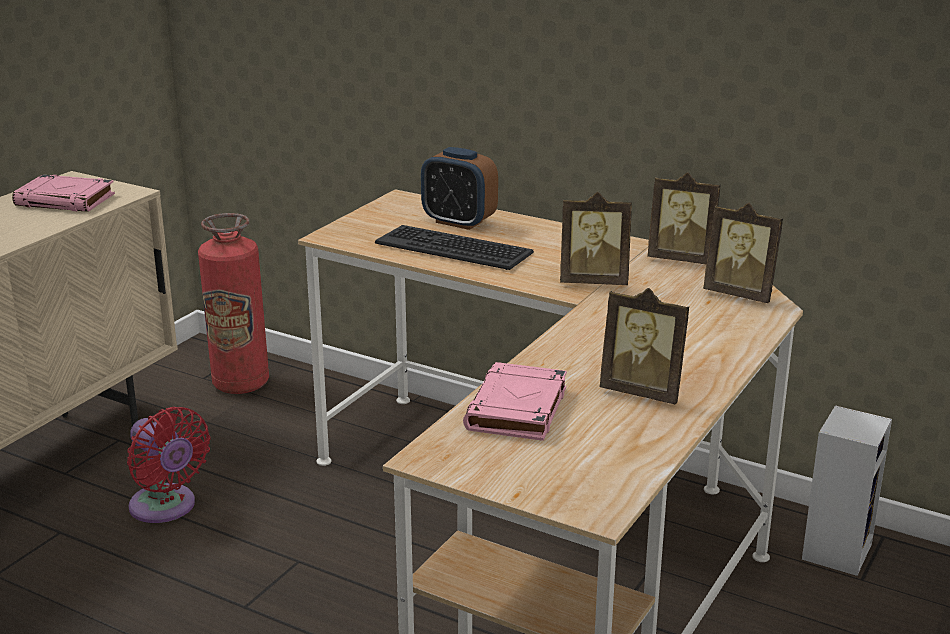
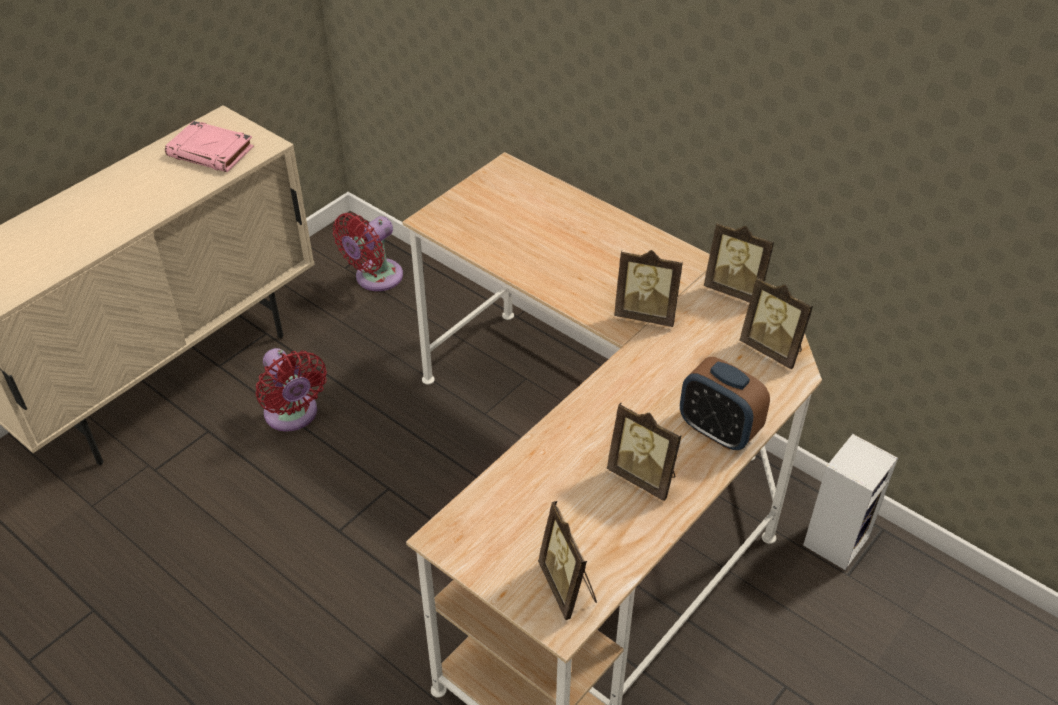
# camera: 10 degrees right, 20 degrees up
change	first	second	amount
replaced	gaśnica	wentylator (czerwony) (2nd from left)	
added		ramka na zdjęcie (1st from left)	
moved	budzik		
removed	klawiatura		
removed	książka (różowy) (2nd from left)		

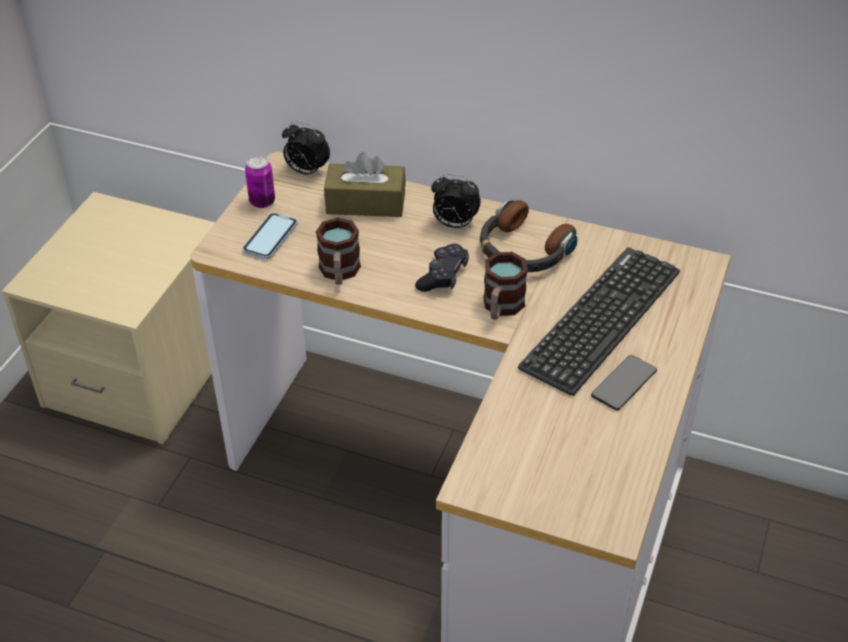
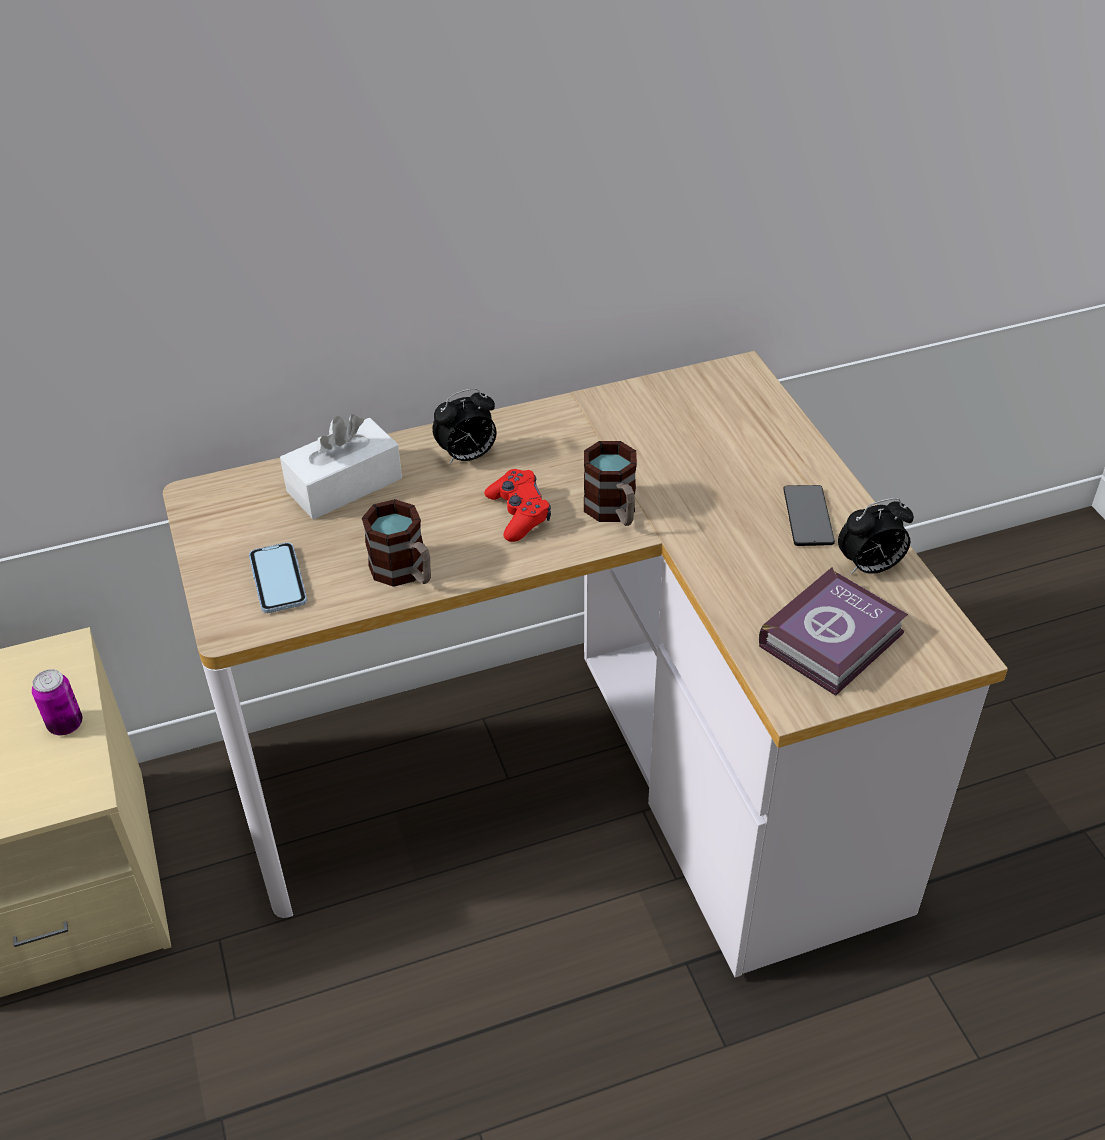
# camera: 40 degrees left, 0 degrees up
change	first	second	amount
moved	puszka		
recoloured	pudełko chusteczek (brązowy)	pudełko chusteczek (biały)	
recoloured	pad do gier (czarny)	pad do gier (czerwony)	
added		książka	
moved	budzik (1st from left in the first image)	budzik (2nd from left)	
removed	słuchawki		
removed	klawiatura		

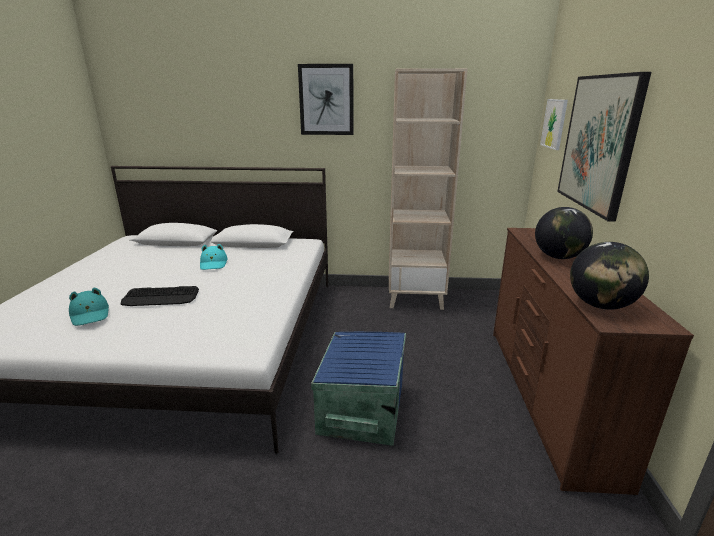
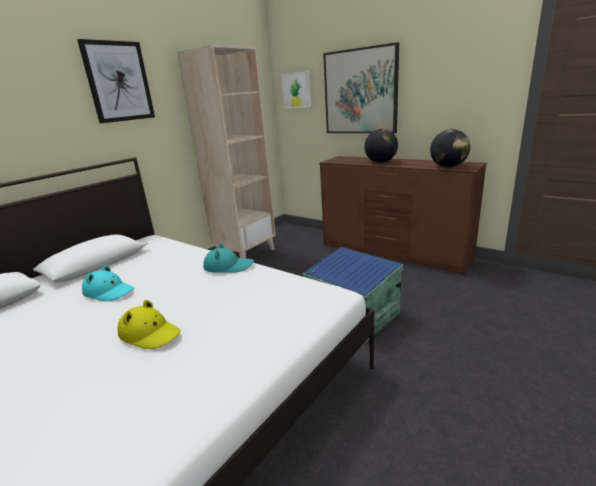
# camera: 55 degrees left, 0 degrees up
change	first	second	amount
replaced	klawiatura	kapelusz (żółty)	
moved	kapelusz (turkusowy) (1st from left in the first image)	kapelusz (turkusowy) (2nd from left)	

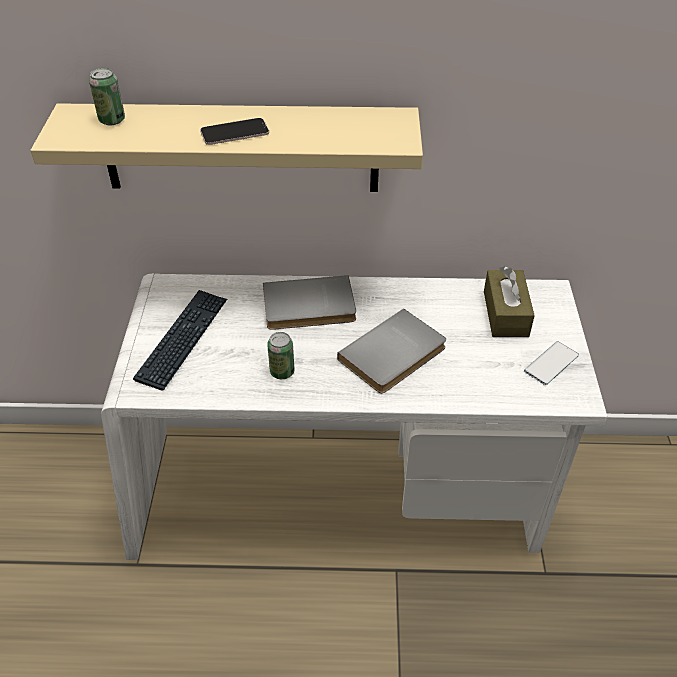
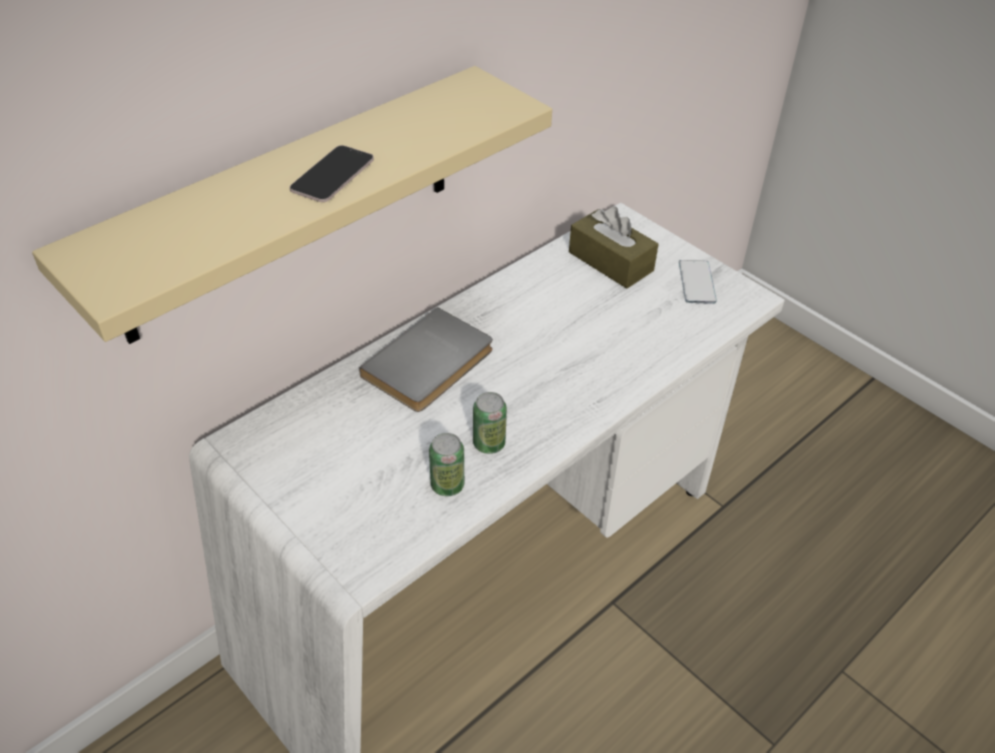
# camera: 45 degrees left, 0 degrees up
change	first	second	amount
moved	puszka (1st from left)		
removed	klawiatura		
removed	książka (szary) (2nd from left)		

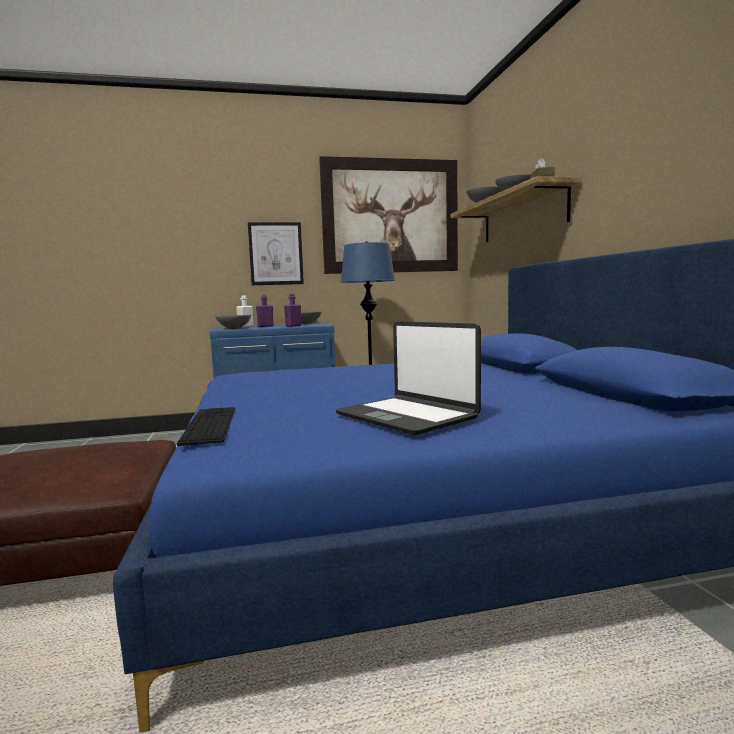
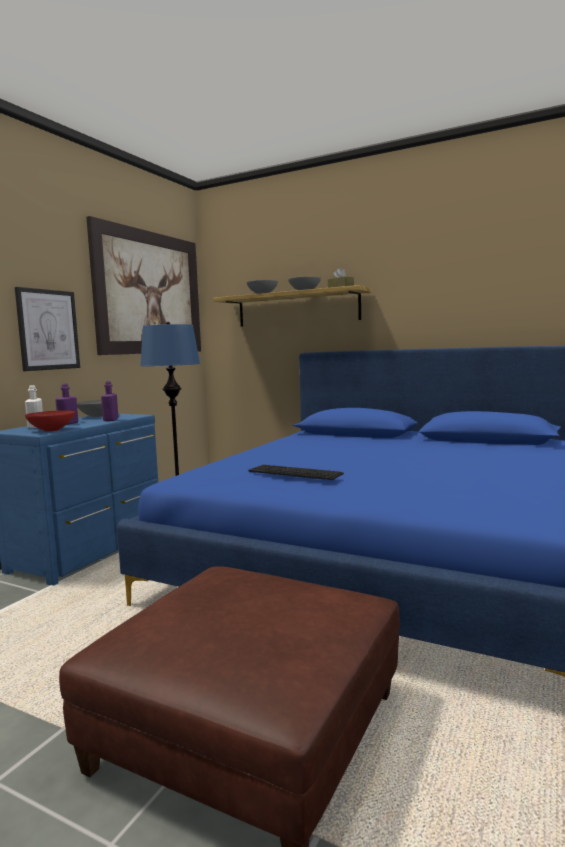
# camera: 50 degrees left, 0 degrees up
change	first	second	amount
recoloured	miska (szary) (1st from left)	miska (czerwony)	
moved	klawiatura		
removed	laptop		

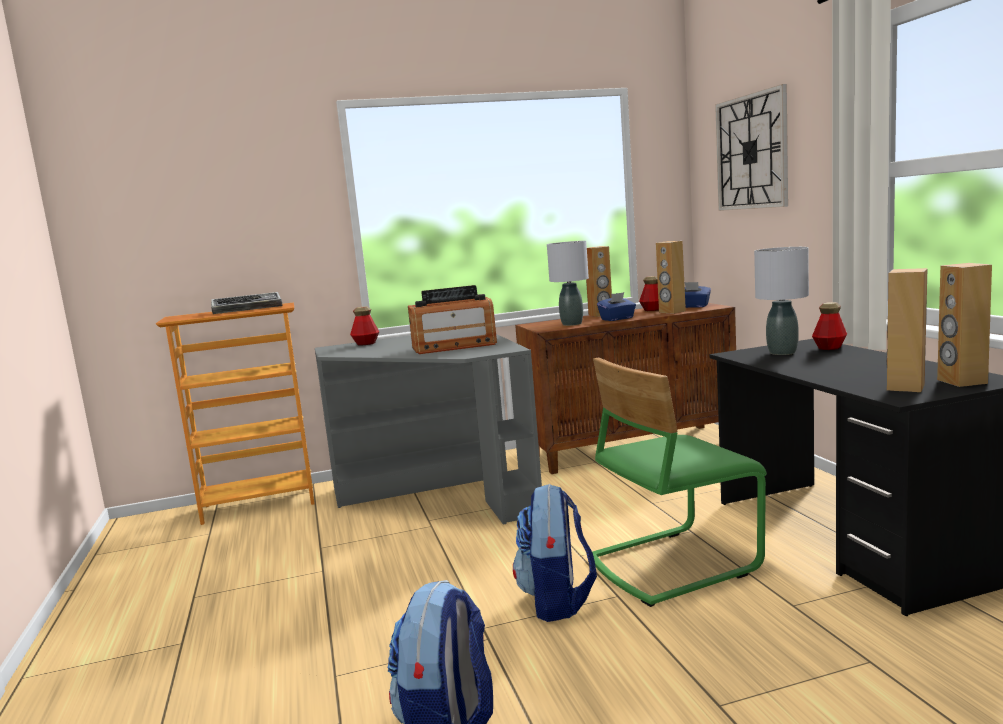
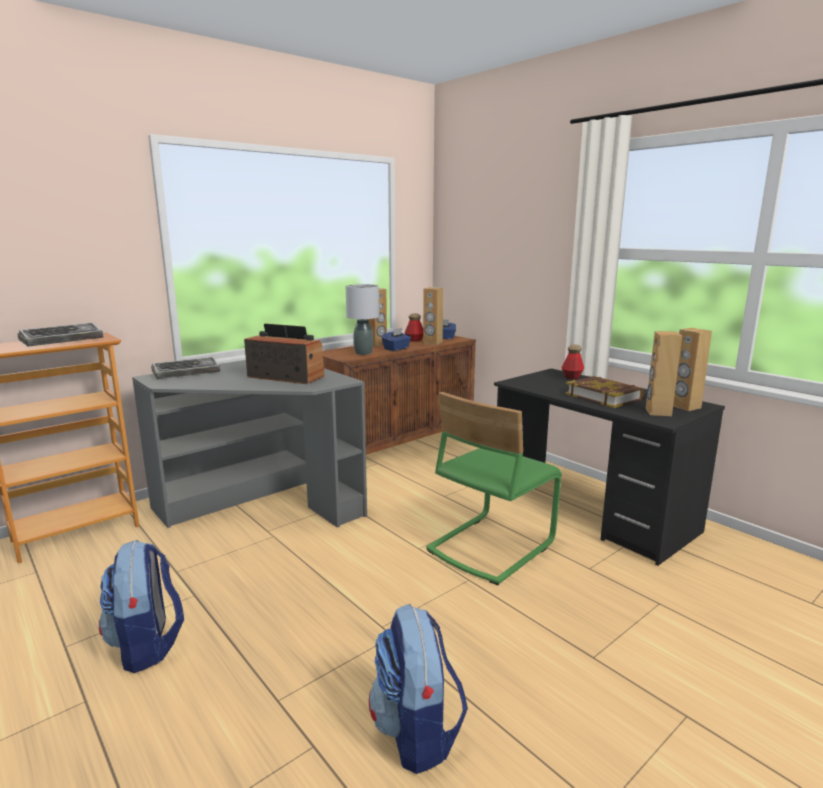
# camera: 25 degrees left, 5 degrees up
change	first	second	amount
moved	plecak (2nd from left in the first image)	plecak (1st from left)	
replaced	butelka (1st from left)	klawiatura (2nd from left)	
turned	radio		120 degrees counterclockwise
added		książka	
removed	zegar ścienny		
removed	lampa stołowa (szary) (2nd from left)		

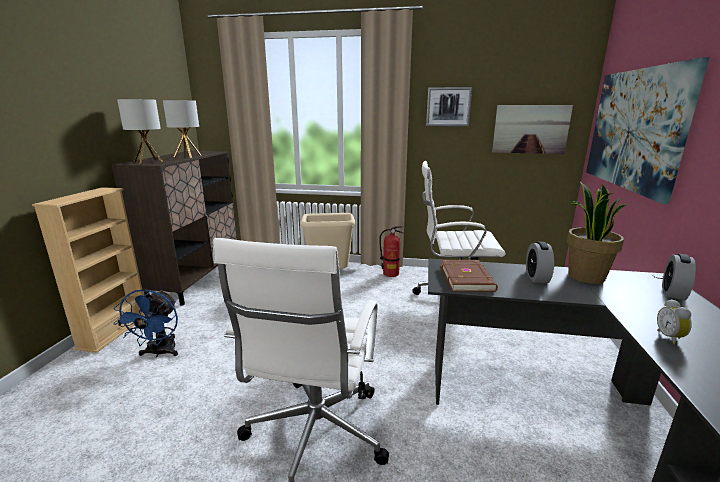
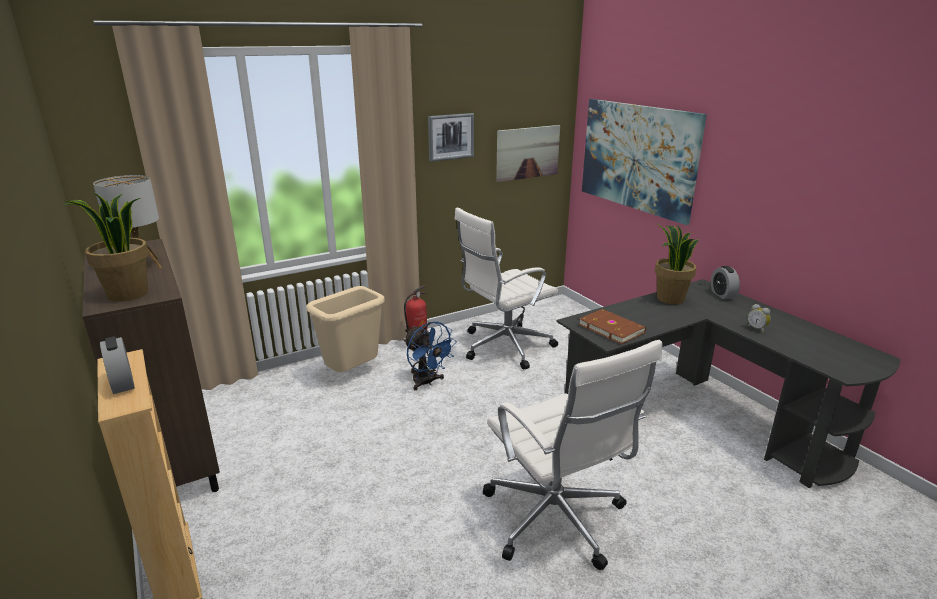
# camera: 40 degrees left, 5 degrees up
change	first	second	amount
replaced	lampa stołowa (1st from left)	roślina doniczkowa (1st from left)	
moved	budzik (1st from left)		
moved	wentylator (niebieski)		

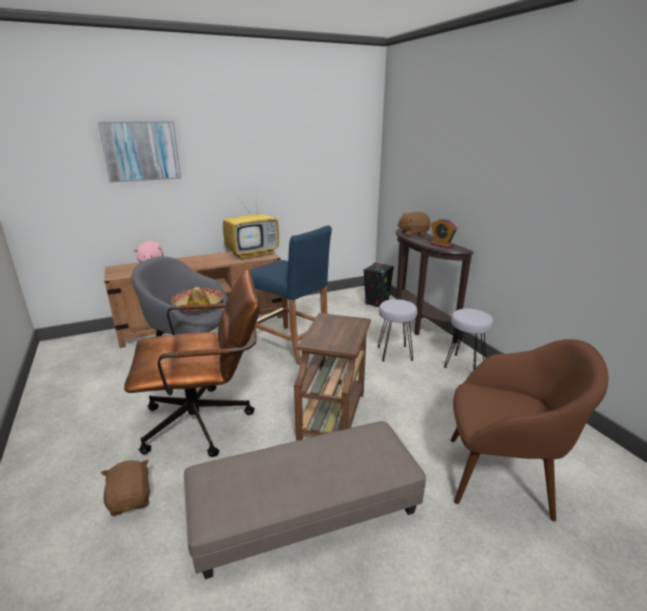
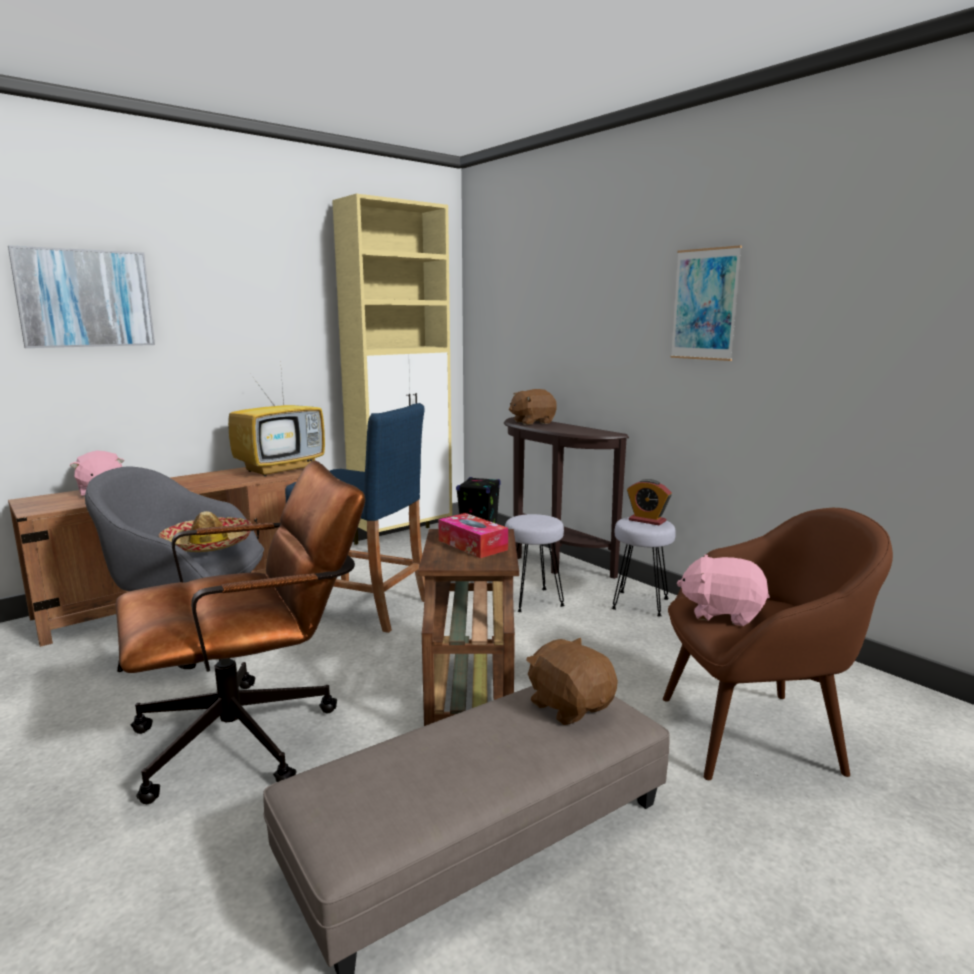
# camera: 15 degrees left, 10 degrees down
change	first	second	amount
added		szafka (beżowy)	
added		pudełko chusteczek	
moved	pluszak (brązowy) (1st from left in the first image)	pluszak (brązowy) (2nd from left)	
moved	budzik		
added		obraz (2nd from left)	
added		pluszak (różowy) (2nd from left)	

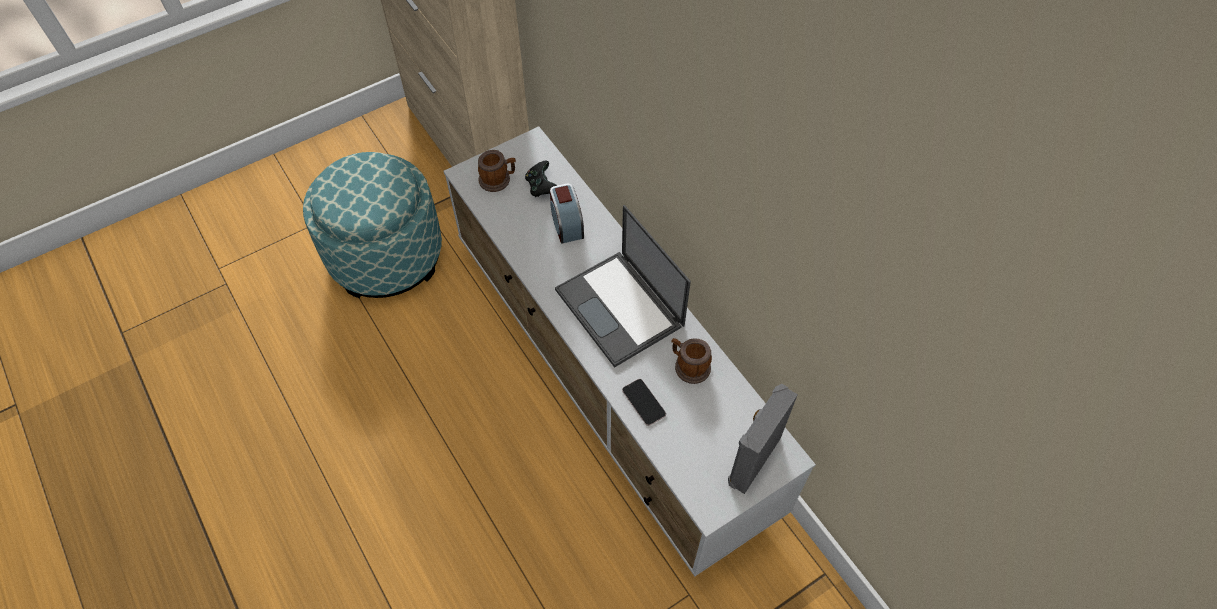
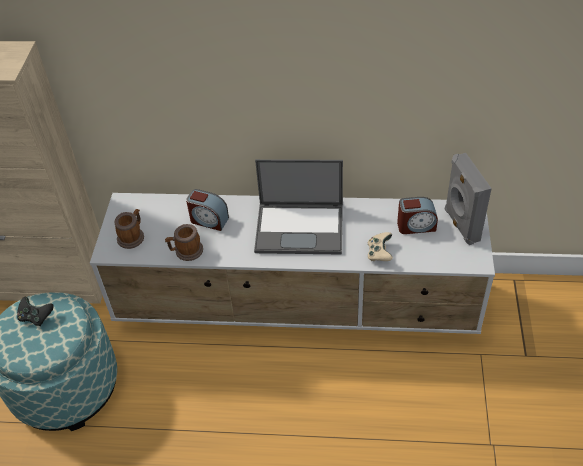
# camera: 50 degrees left, 10 degrees down
change	first	second	amount
moved	pad do gier (czarny)		
moved	kubek (2nd from left)		
replaced	telefon	pad do gier (beżowy)	
added		budzik (2nd from left)	

